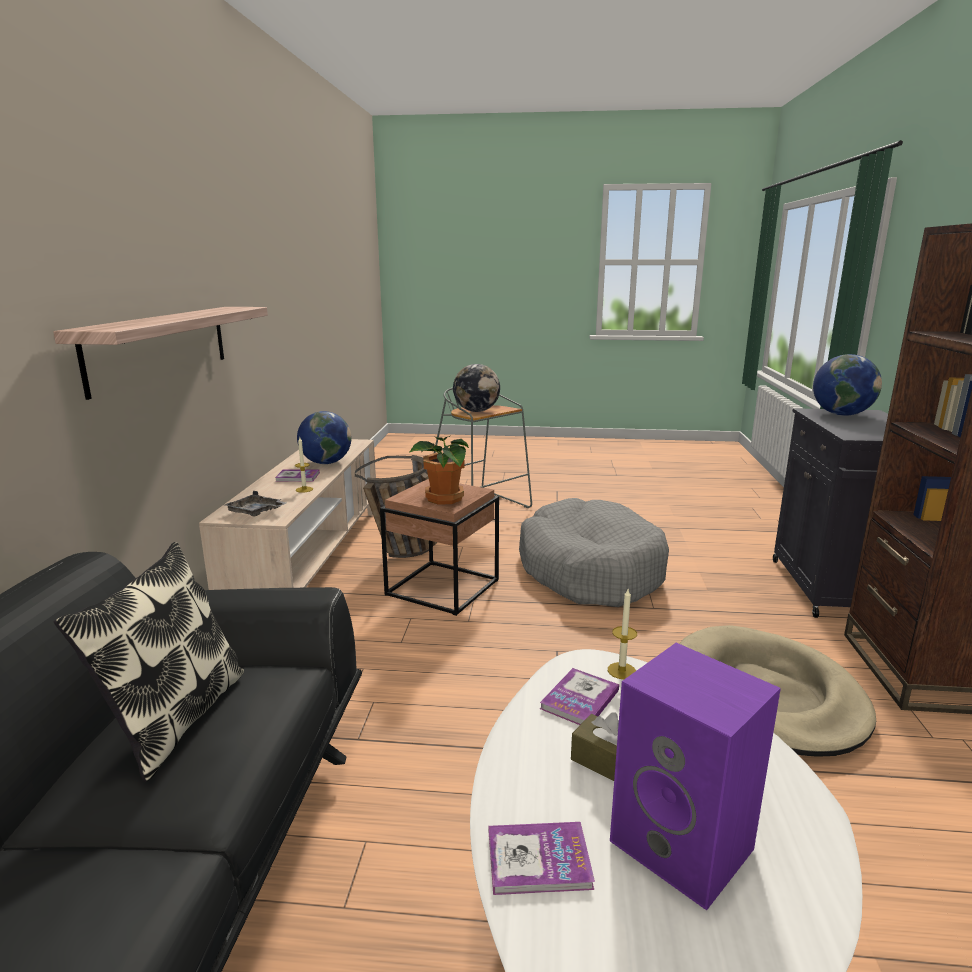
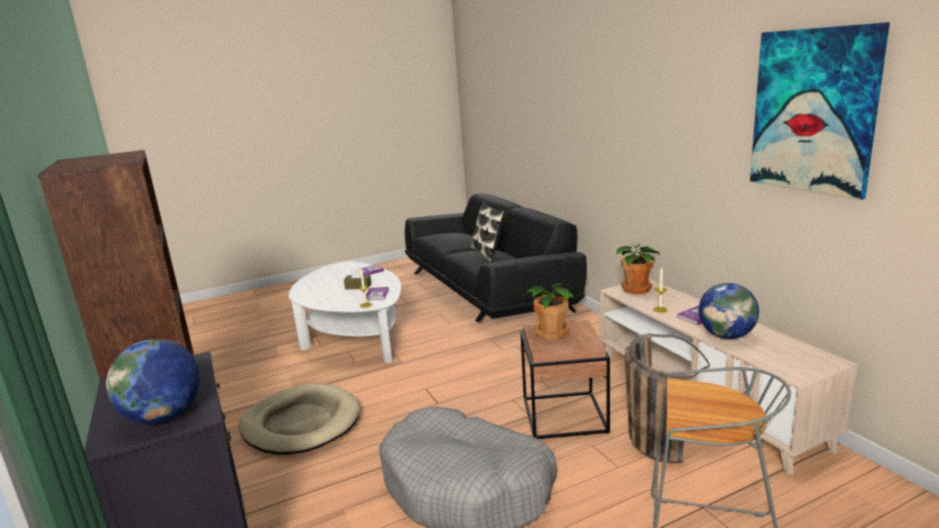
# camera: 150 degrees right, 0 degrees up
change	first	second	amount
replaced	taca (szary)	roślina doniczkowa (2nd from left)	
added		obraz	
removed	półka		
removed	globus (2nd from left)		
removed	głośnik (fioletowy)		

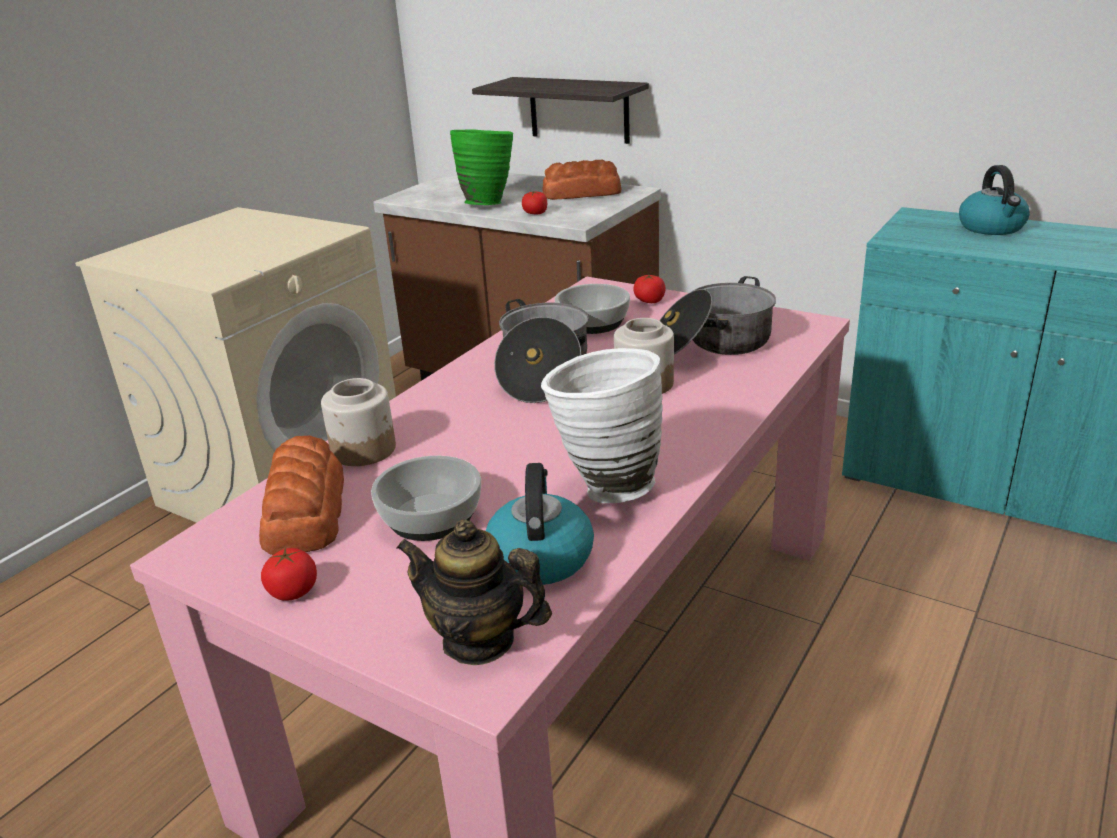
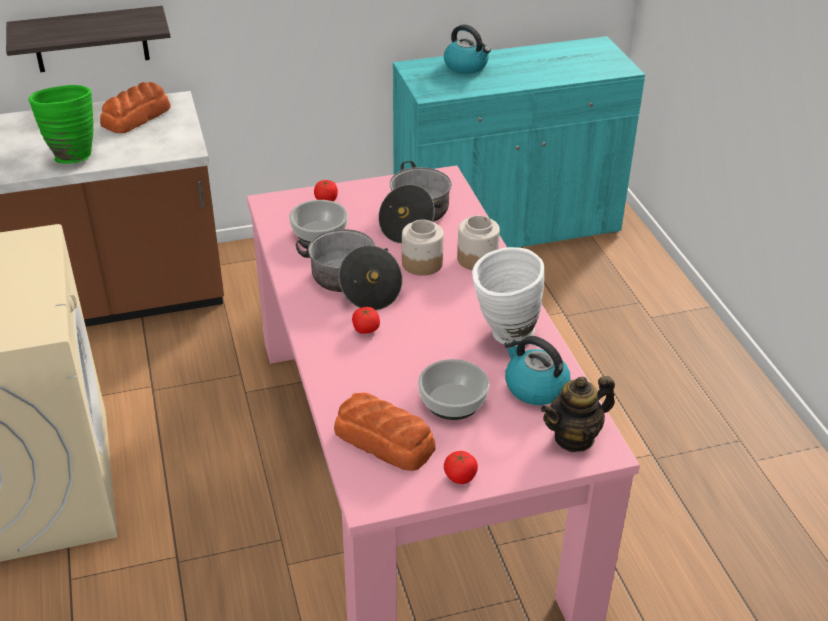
# camera: 50 degrees left, 10 degrees up
change	first	second	amount
moved	pomidor (2nd from left)		
moved	słoik (1st from left in the first image)	słoik (2nd from left)	

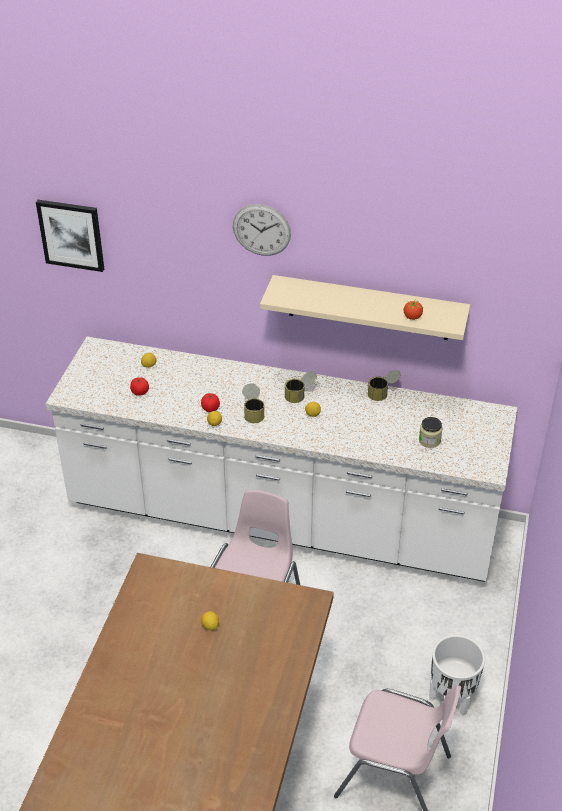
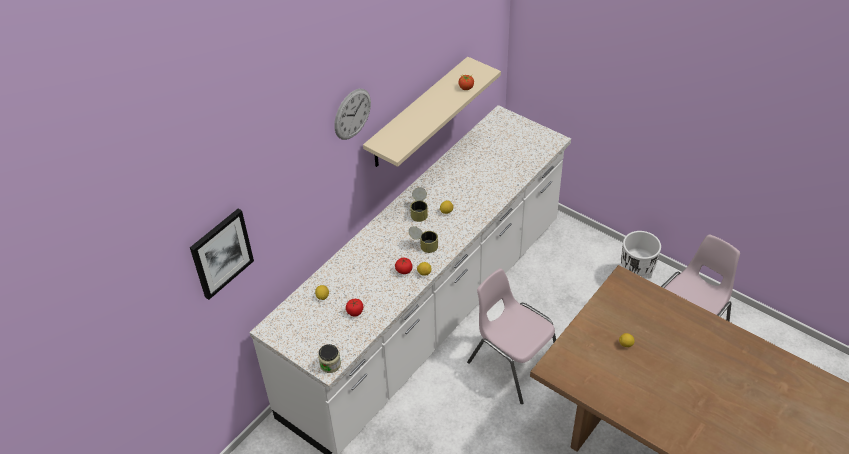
# camera: 65 degrees left, 5 degrees up
change	first	second	amount
moved	słoik		
removed	puszka (3rd from left)		

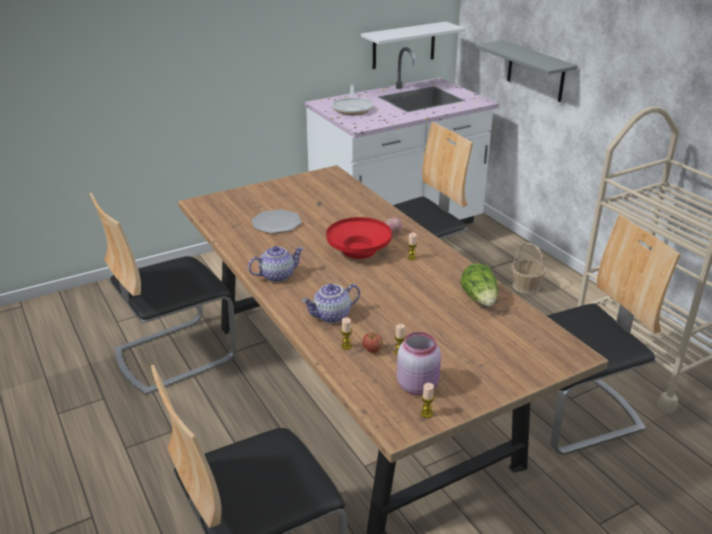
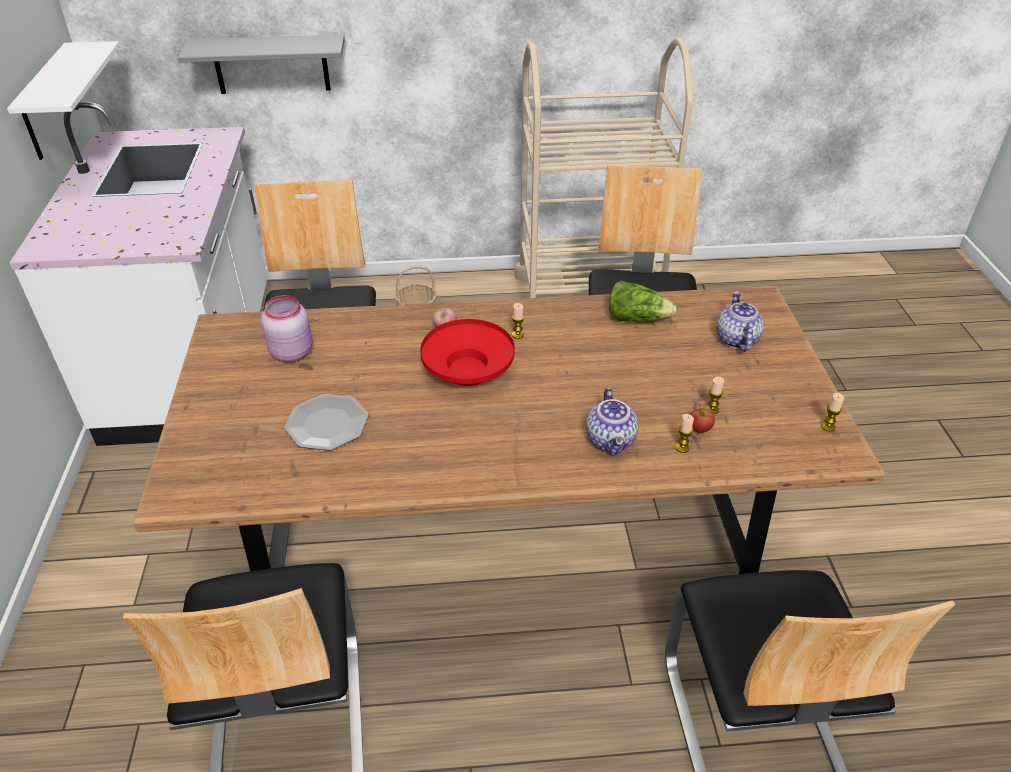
# camera: 65 degrees left, 10 degrees up
change	first	second	amount
moved	słoik (różowy)		
moved	imbryk (1st from left in the first image)	imbryk (2nd from left)	
removed	patelnia		

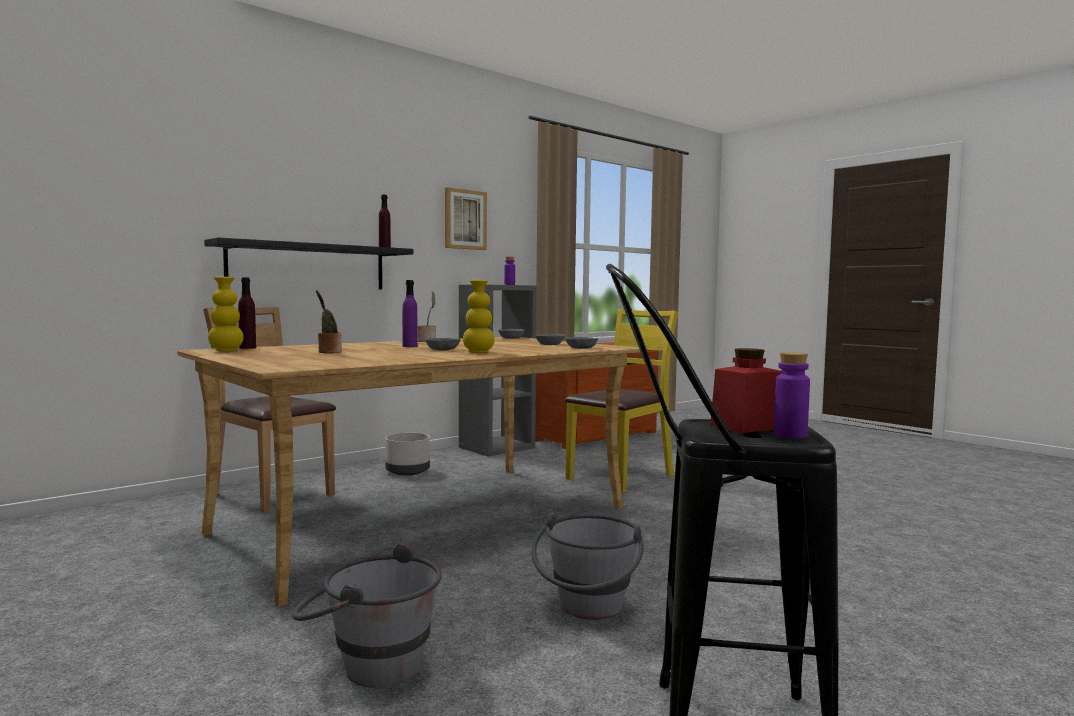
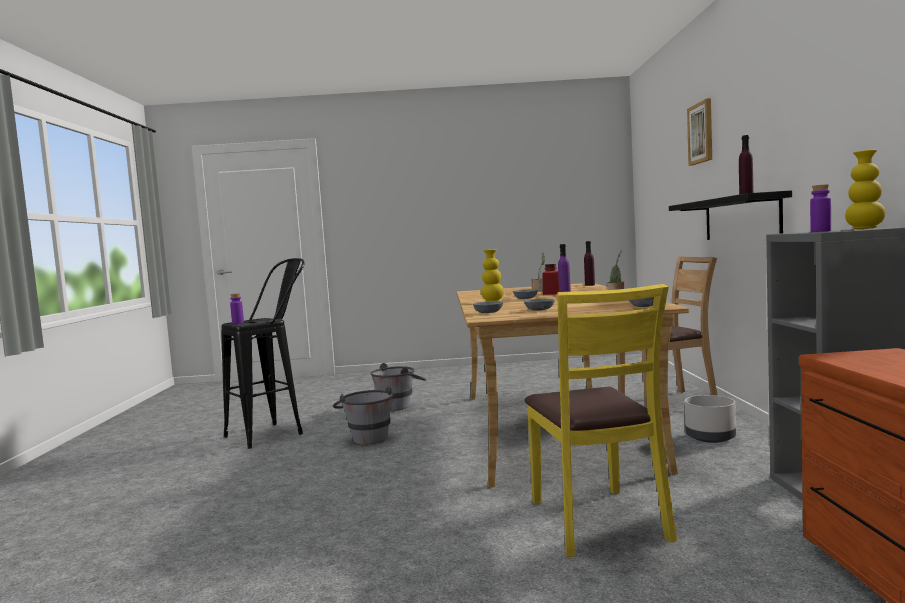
# camera: 130 degrees right, 0 degrees up
change	first	second	amount
moved	słoik (czerwony)		
moved	obraz		
moved	wazon (żółty) (1st from left in the first image)	wazon (żółty) (2nd from left)	

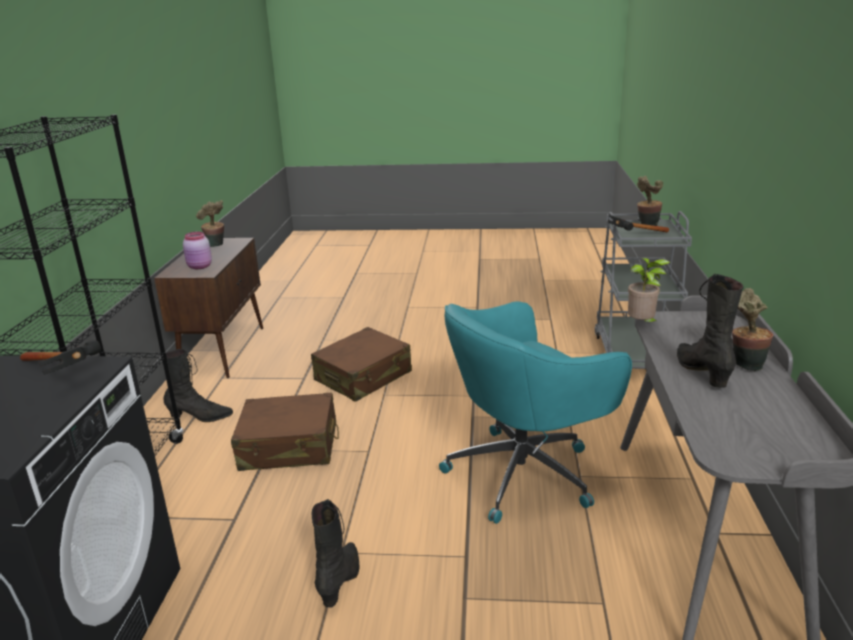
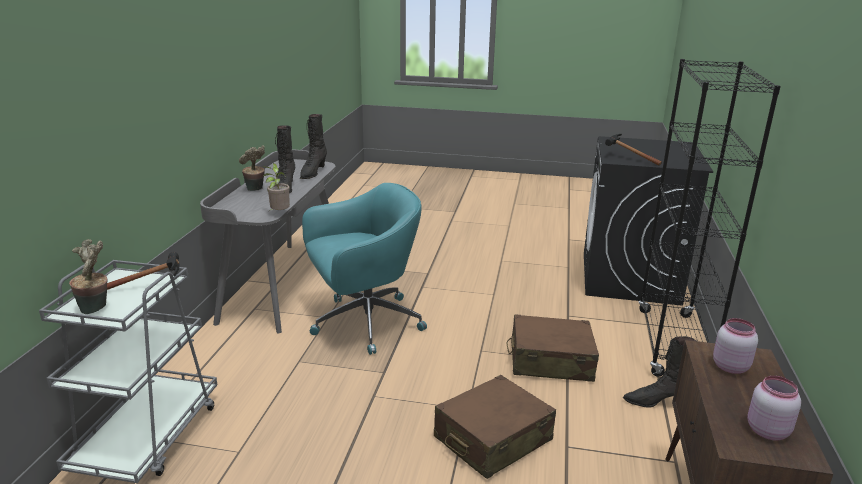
# camera: 175 degrees left, 0 degrees up
change	first	second	amount
moved	but z cholewką (czarny) (2nd from left)		
replaced	roślina doniczkowa (1st from left)	słoik (różowy) (2nd from left)	

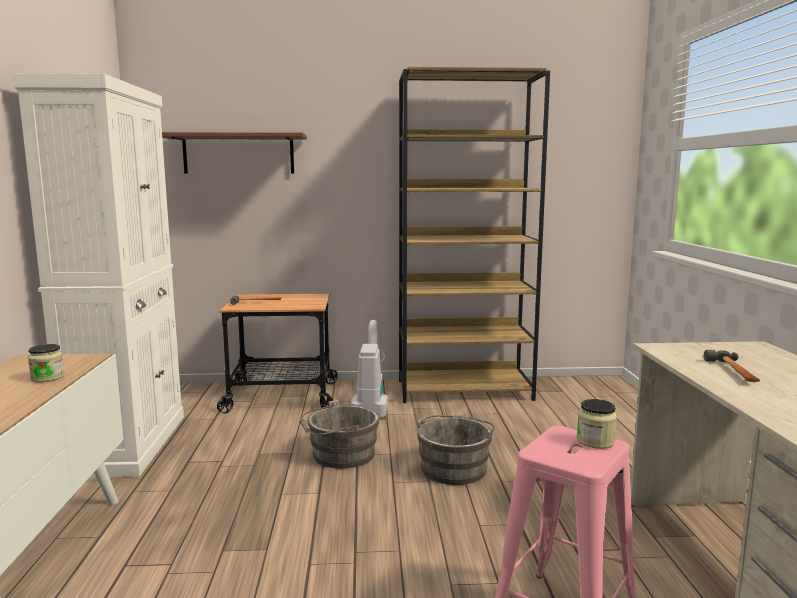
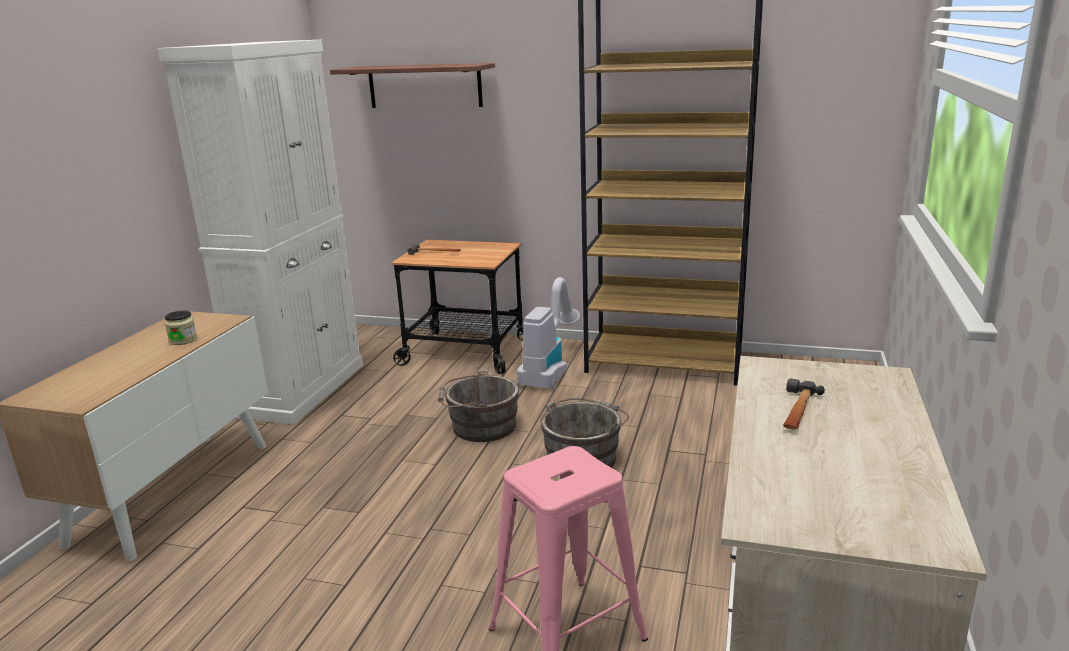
# camera: 20 degrees right, 10 degrees up
change	first	second	amount
removed	słoik (2nd from left)		

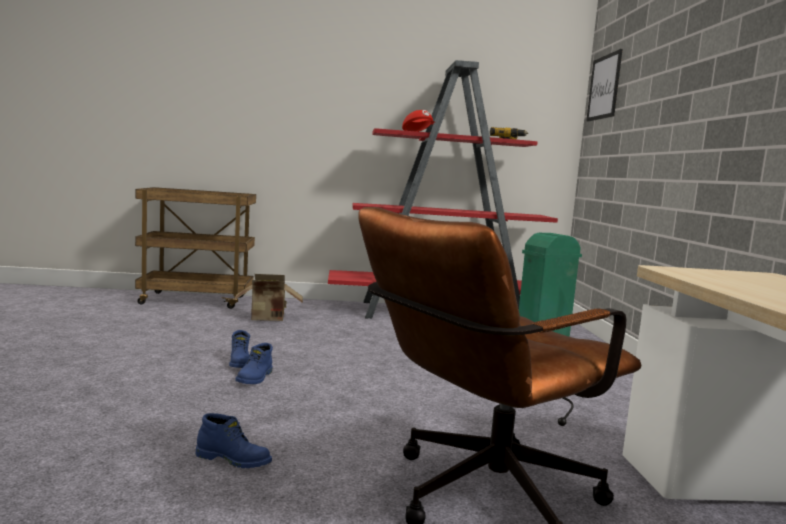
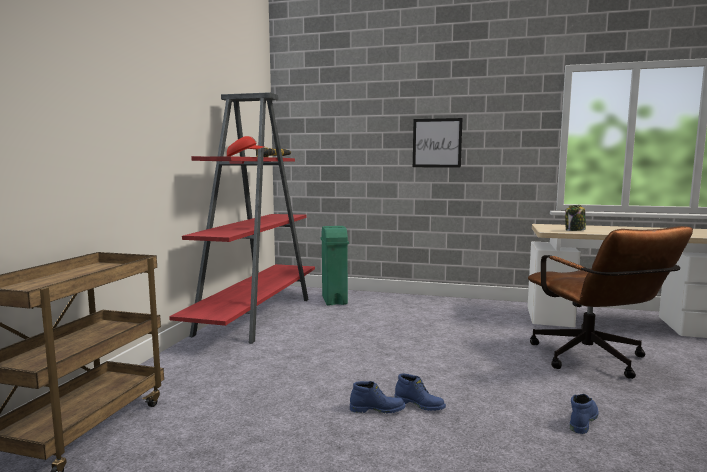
# camera: 70 degrees left, 0 degrees up
change	first	second	amount
moved	obraz		
added		słoik	
removed	karton		

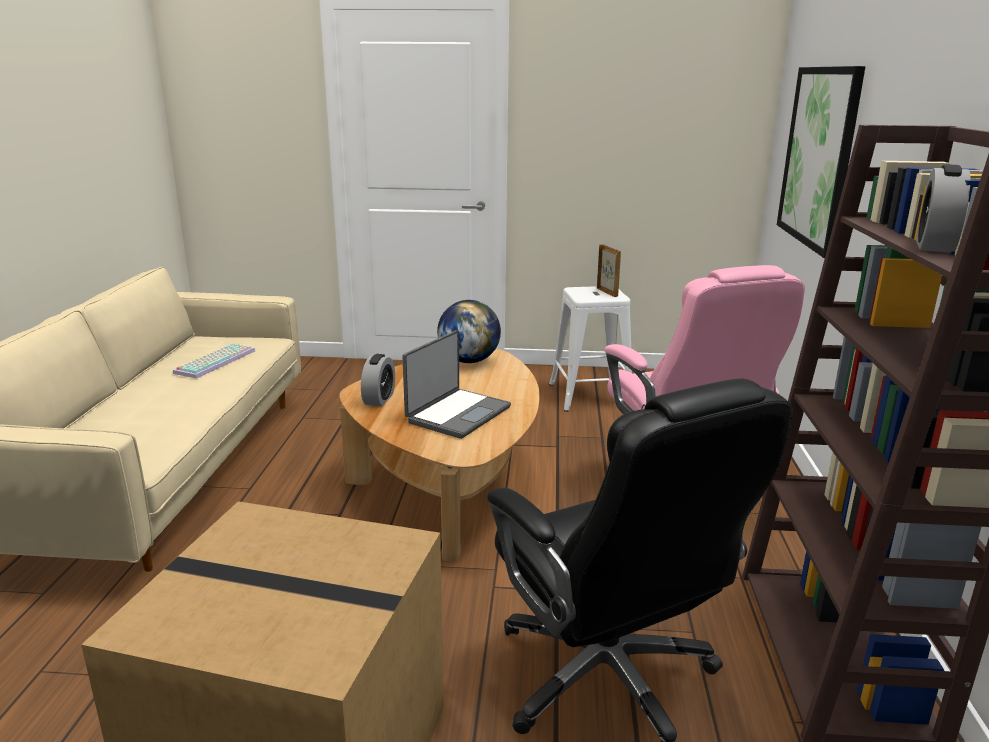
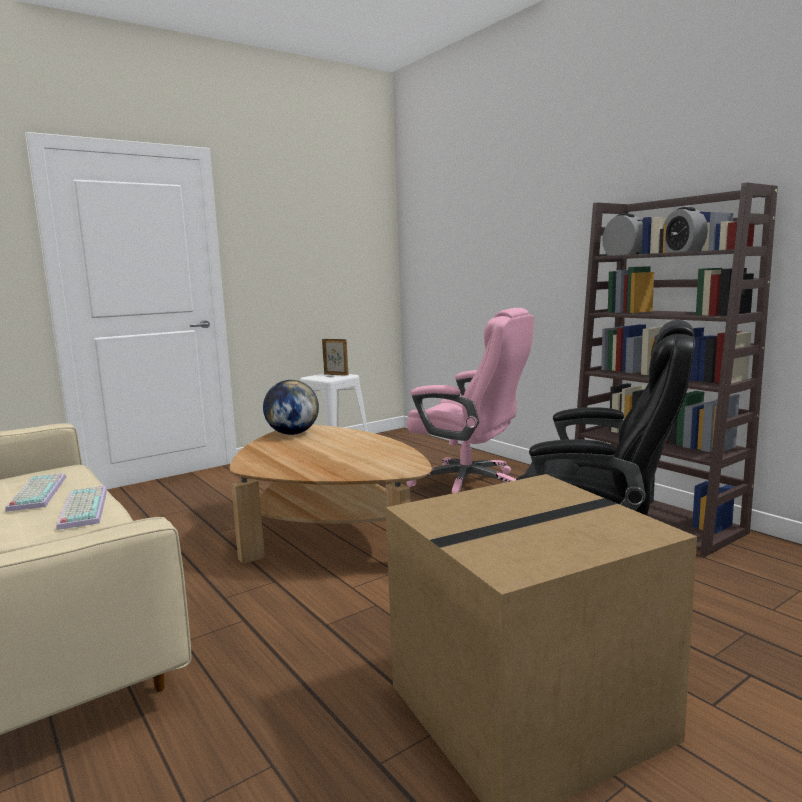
# camera: 40 degrees left, 10 degrees down
change	first	second	amount
added		klawiatura (2nd from left)	
moved	budzik (1st from left)		
removed	laptop		
removed	obraz		

